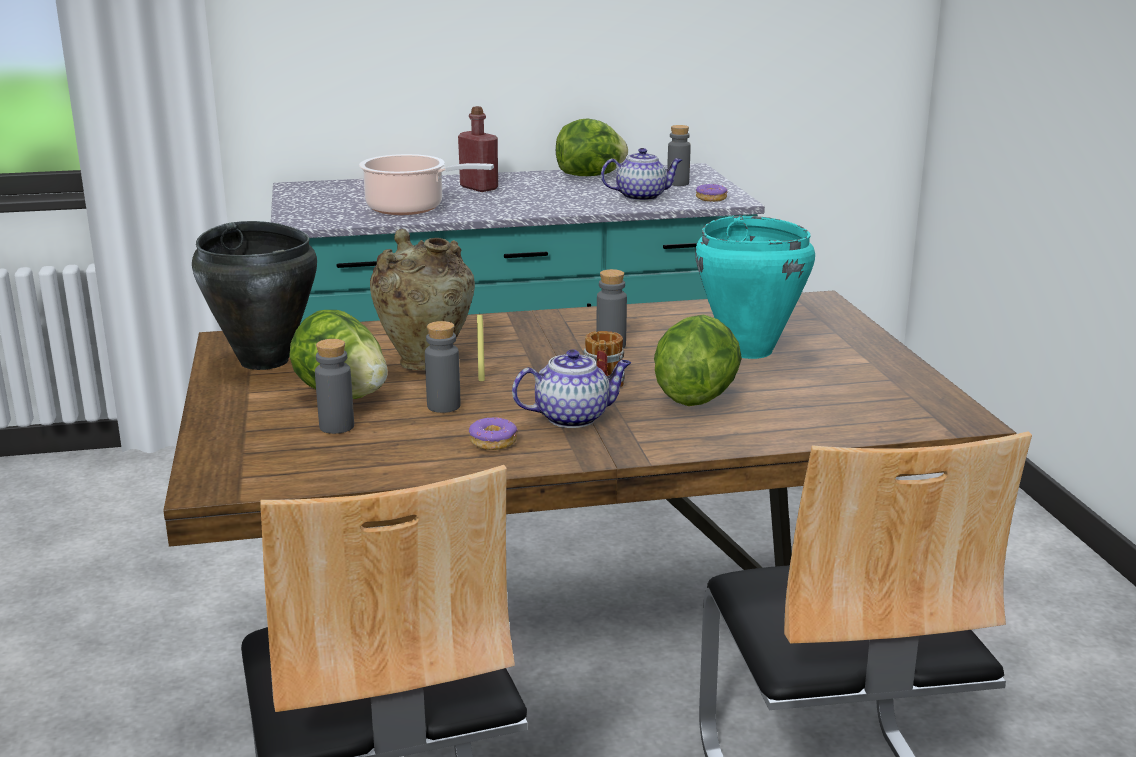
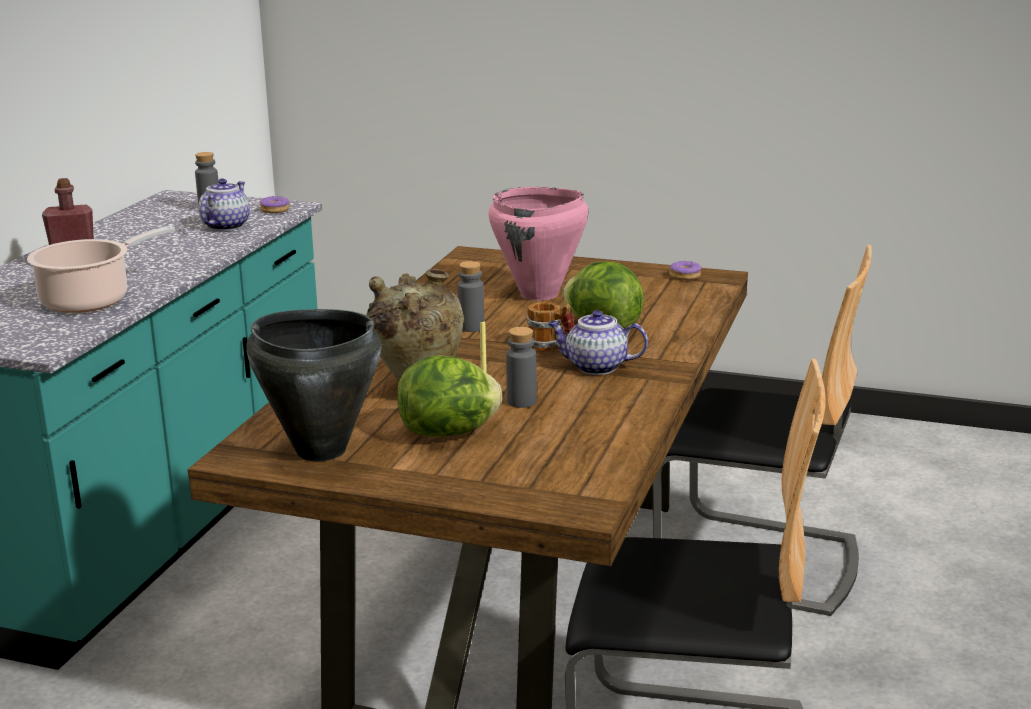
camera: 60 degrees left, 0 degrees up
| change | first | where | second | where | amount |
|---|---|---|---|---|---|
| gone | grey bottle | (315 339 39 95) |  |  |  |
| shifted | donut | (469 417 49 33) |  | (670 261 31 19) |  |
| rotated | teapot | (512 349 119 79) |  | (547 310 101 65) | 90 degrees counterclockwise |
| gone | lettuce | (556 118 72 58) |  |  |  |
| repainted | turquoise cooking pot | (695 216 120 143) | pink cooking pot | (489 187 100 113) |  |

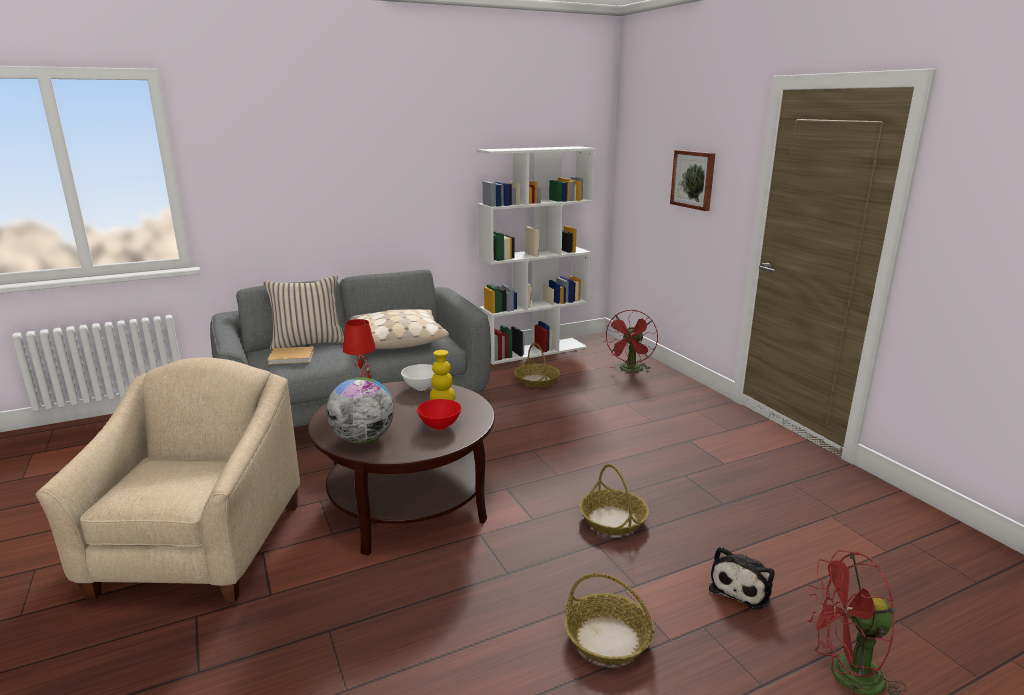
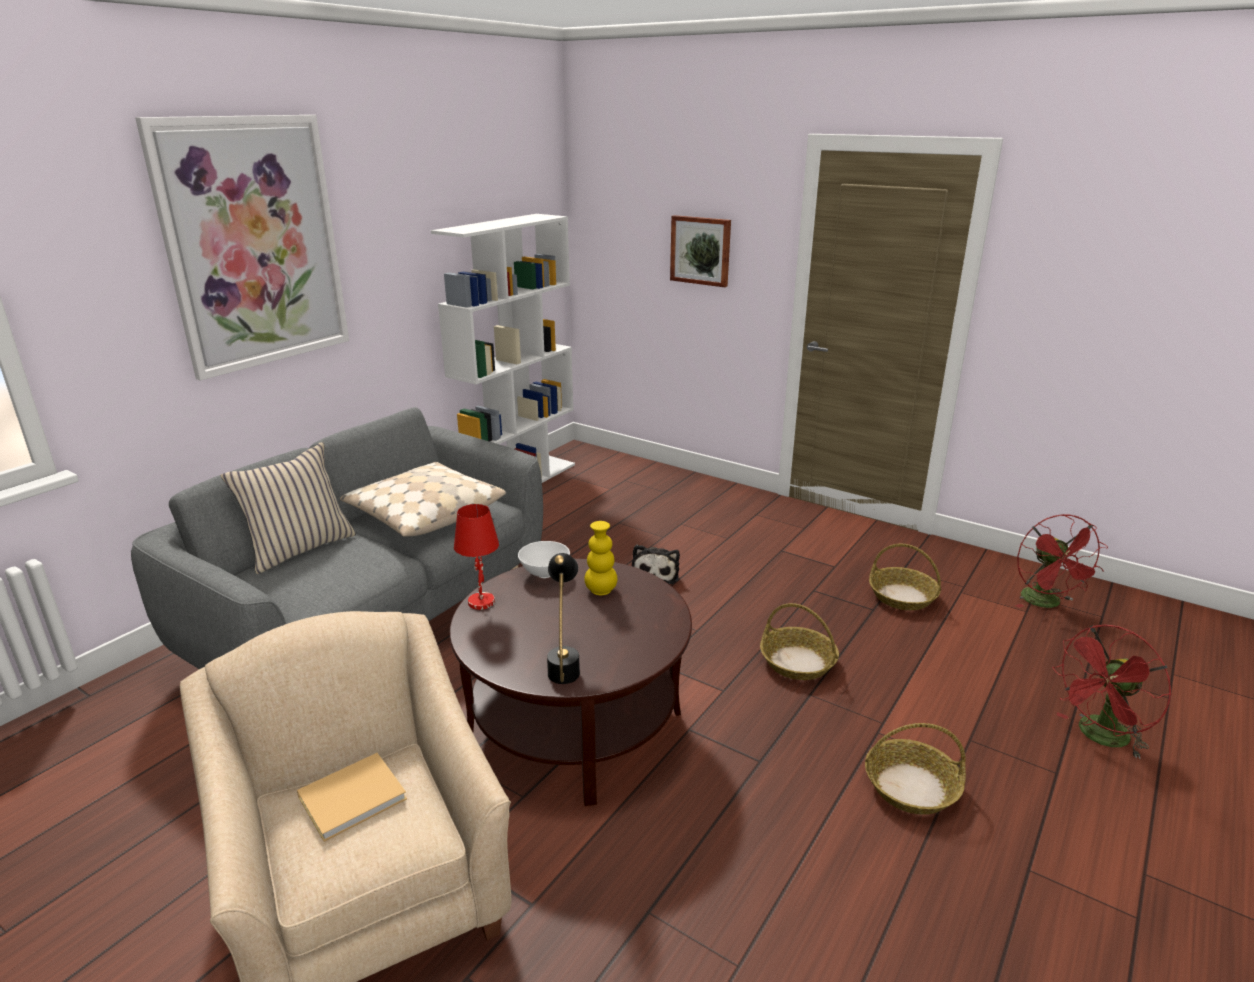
camera: 30 degrees left, 5 degrees up
| change | first | where | second | where | amount |
|---|---|---|---|---|---|
| shifted | beige book | (267 346 47 19) |  | (297 753 110 89) |  |
| swapped | globe | (326 377 68 66) | black table lamp | (547 553 33 131) |  |
| gone | red bowl | (417 399 44 31) |  |  |  |
| shifted | basket | (514 343 46 45) |  | (869 544 72 66) |  |
| shifted | red fan | (604 310 54 63) |  | (1015 514 93 94) |  |
| shifted | plush toy | (709 546 65 64) |  | (632 545 48 40) |  |
| new |  |  | picture | (135 115 214 266) |  |

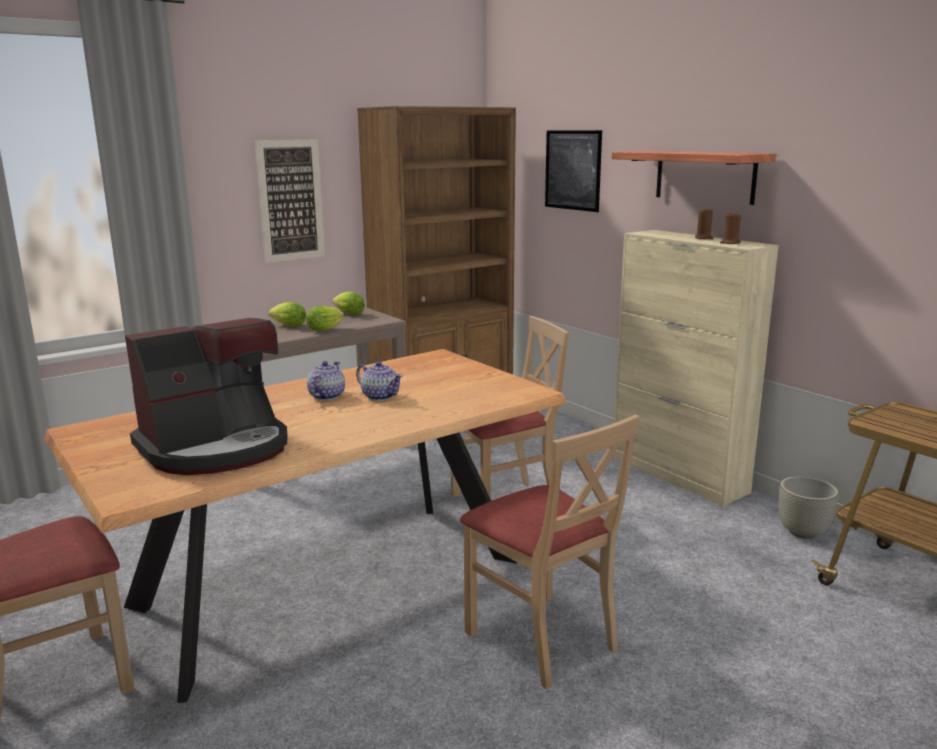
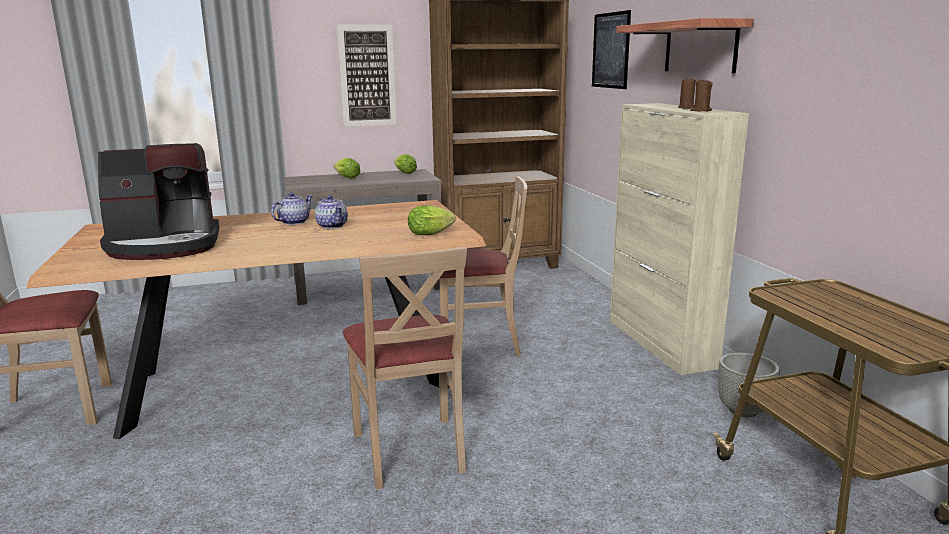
camera: 20 degrees right, 0 degrees up
| change | first | where | second | where | amount |
|---|---|---|---|---|---|
| shifted | lettuce | (306 306 38 25) |  | (408 205 48 30) |  |

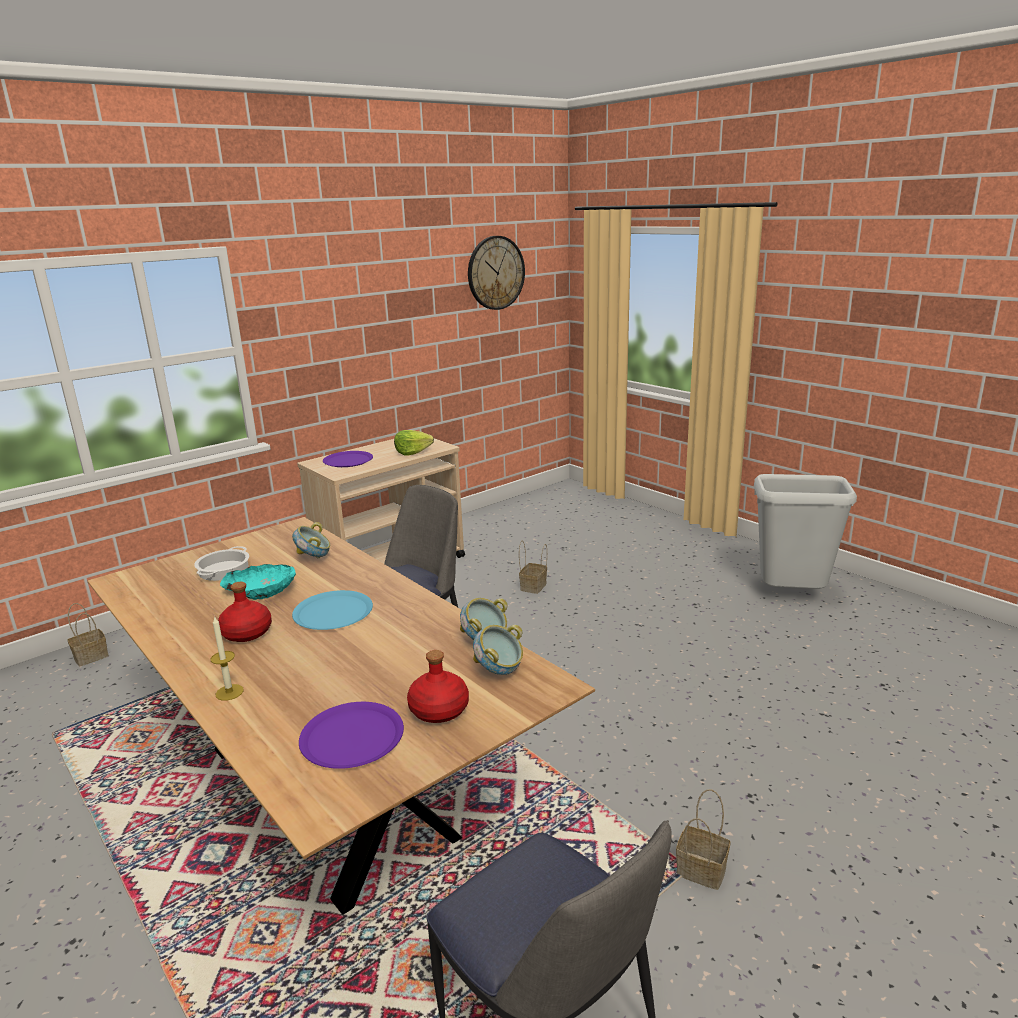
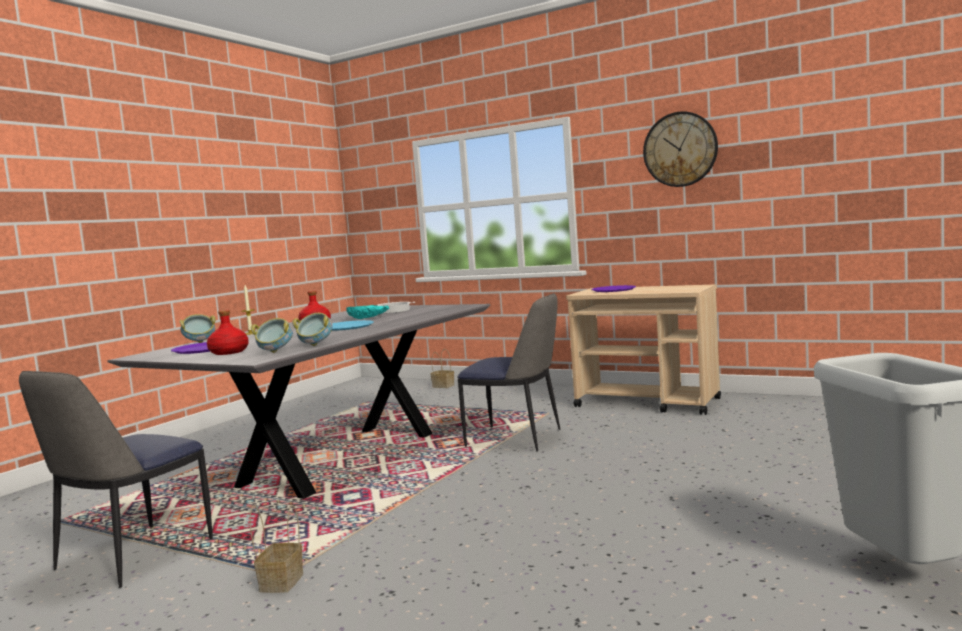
camera: 70 degrees right, 15 degrees down
| change | first | where | second | where | amount |
|---|---|---|---|---|---|
| repainted | brown dining table | (88 517 507 397) | grey dining table | (107 304 383 195) |  |
| shifted | bowl | (292 522 38 36) |  | (180 314 35 29) |  |
| gone | lettuce | (394 430 40 25) |  |  |  |
| shifted | wall clock | (468 236 57 74) |  | (643 111 75 76) |  |
| gone | basket | (519 540 28 54) |  |  |  |

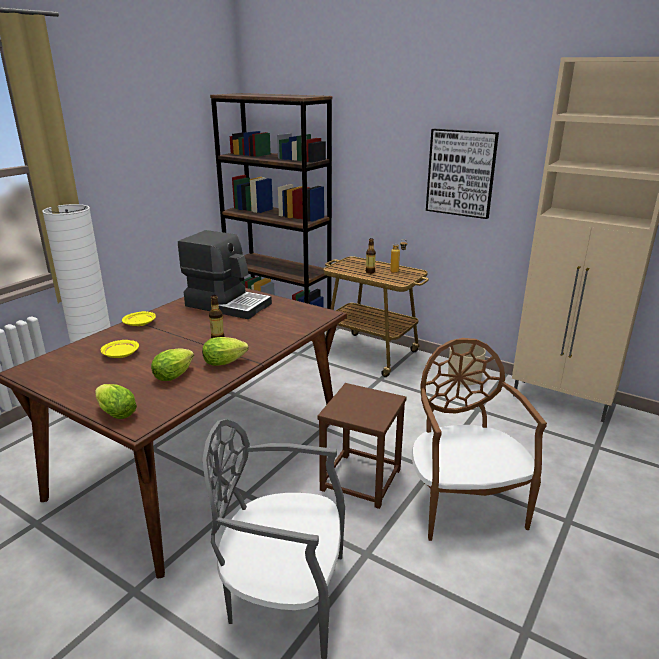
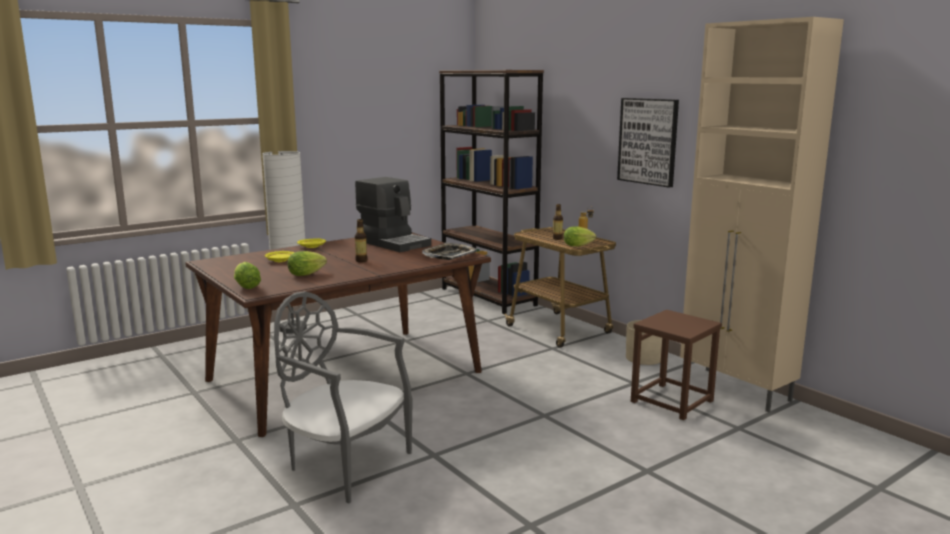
camera: 20 degrees right, 10 degrees down
| change | first | where | second | where | amount |
|---|---|---|---|---|---|
| shifted | lettuce | (202 337 47 29) |  | (564 227 32 19) |  |
| shifted | brown stool | (317 383 89 126) |  | (631 310 91 110) |  |
| gone | brown chair | (412 338 135 203) |  |  |  |
| new |  |  | tray | (422 243 55 17) |  |

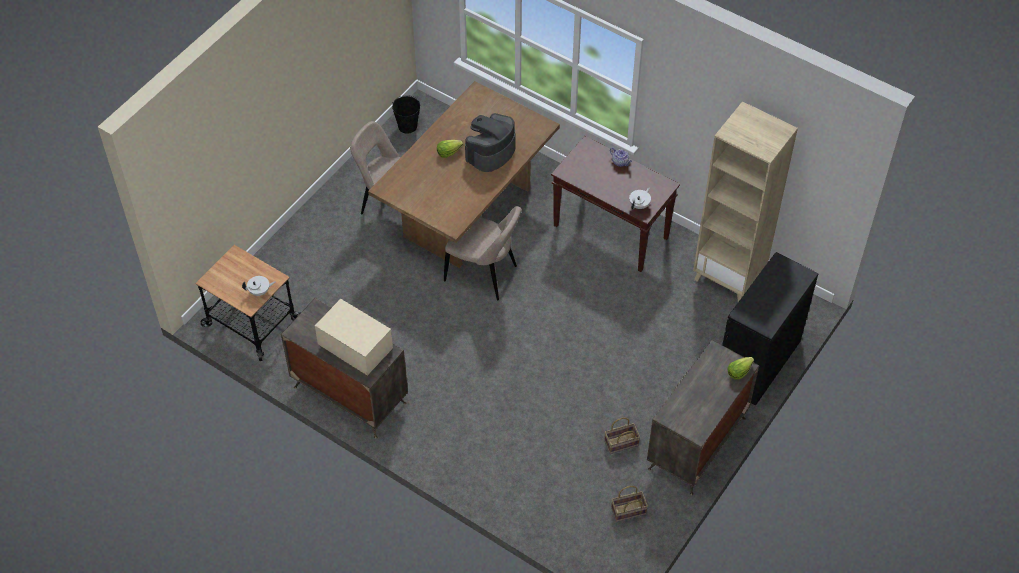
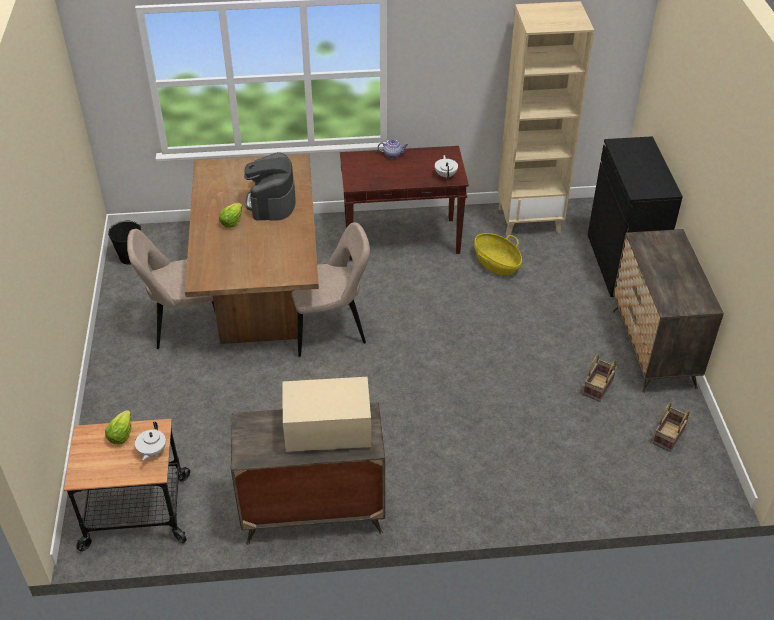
camera: 40 degrees left, 10 degrees down
| change | first | where | second | where | amount |
|---|---|---|---|---|---|
| rotated | white teapot | (242 276 33 20) |  | (135 422 31 38) | 150 degrees clockwise |
| shifted | lettuce | (727 357 27 23) |  | (105 410 26 34) |  |
| new |  |  | basket | (474 233 48 42) |  |

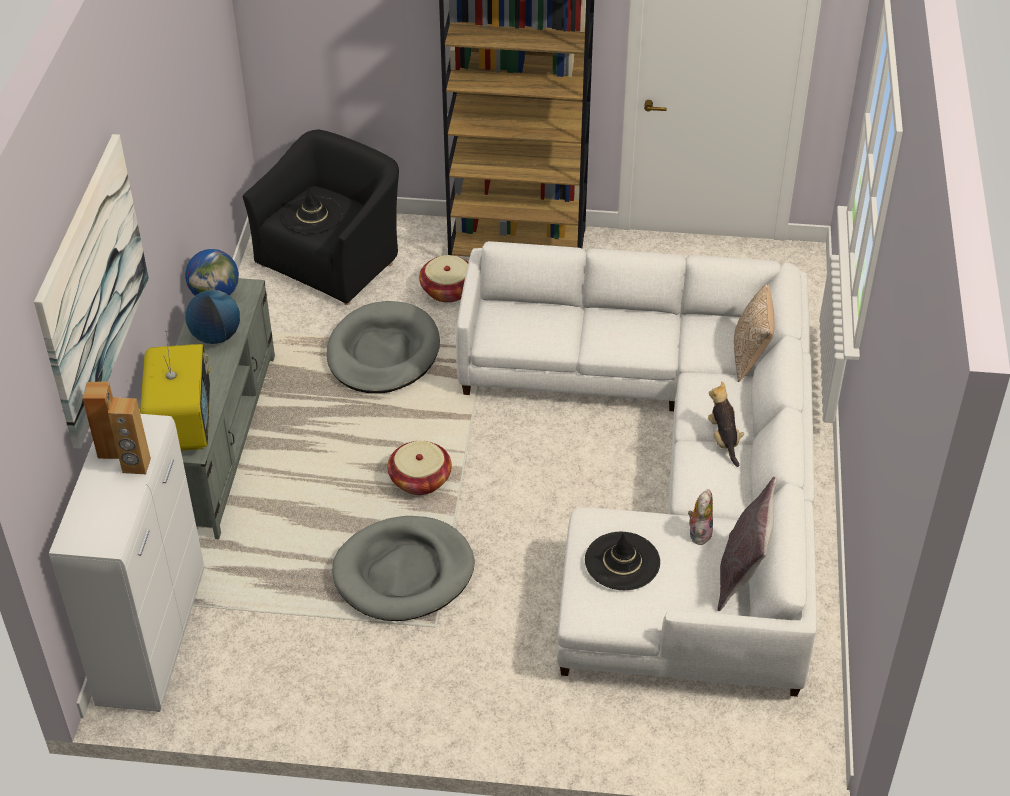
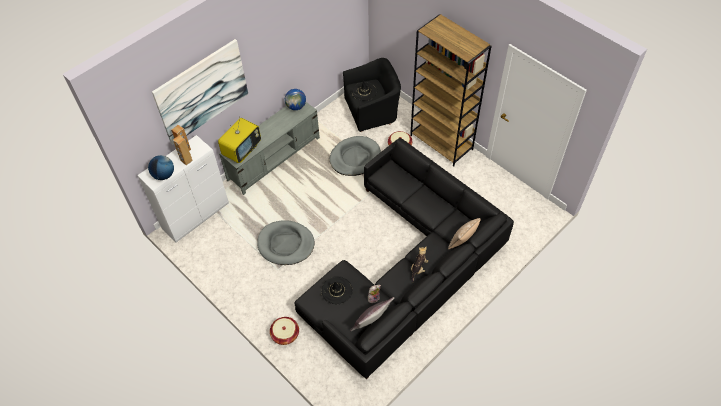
camera: 40 degrees right, 10 degrees up
| change | first | where | second | where | amount |
|---|---|---|---|---|---|
| shifted | globe | (185 290 55 54) |  | (148 155 26 25) |  |
| shifted | basket | (387 441 65 54) |  | (270 317 29 28) |  |
| repainted | white sofa | (456 241 361 456) | black sofa | (294 138 220 241) |  |

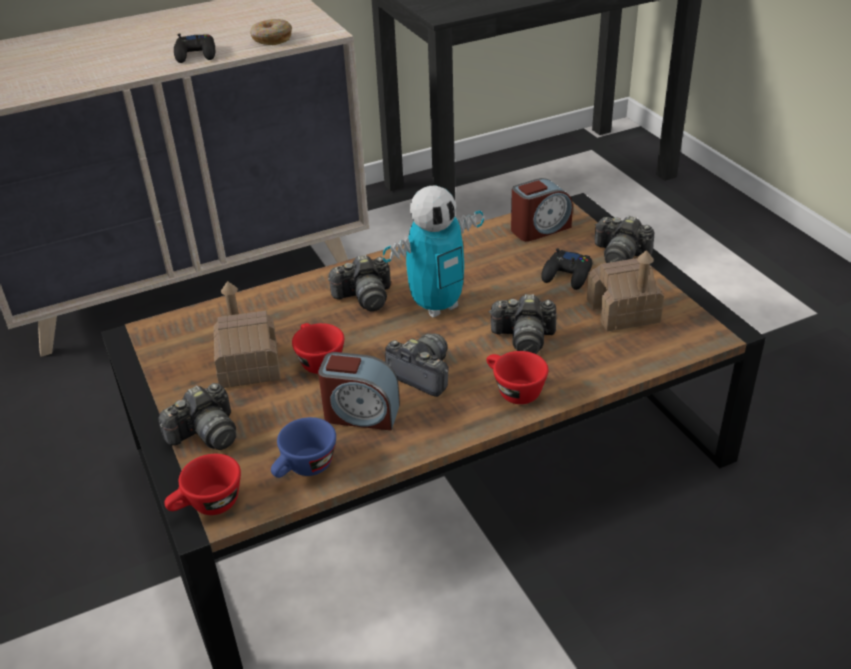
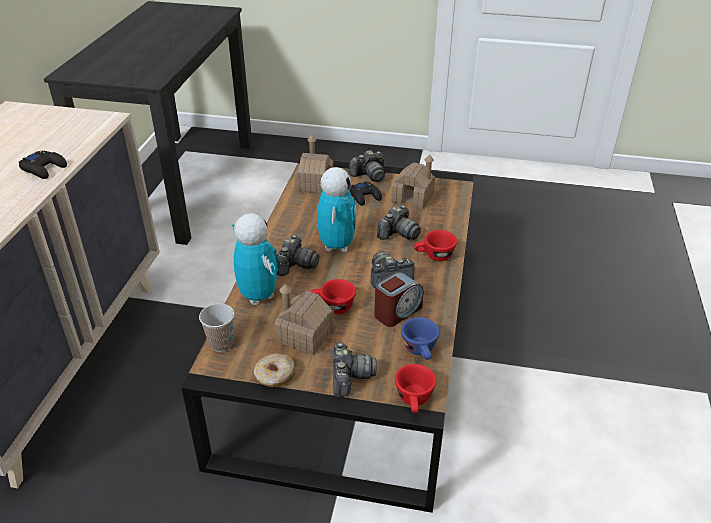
camera: 55 degrees left, 0 degrees up
| change | first | where | second | where | amount |
|---|---|---|---|---|---|
| shifted | donut | (250 19 42 26) |  | (254 353 41 34) |  |
| swapped | alarm clock | (511 178 62 64) | toy house | (295 135 38 58) |  |
| new |  |  | cup | (199 303 35 49) |  |
| new |  |  | toy robot | (232 213 47 92) |  |

